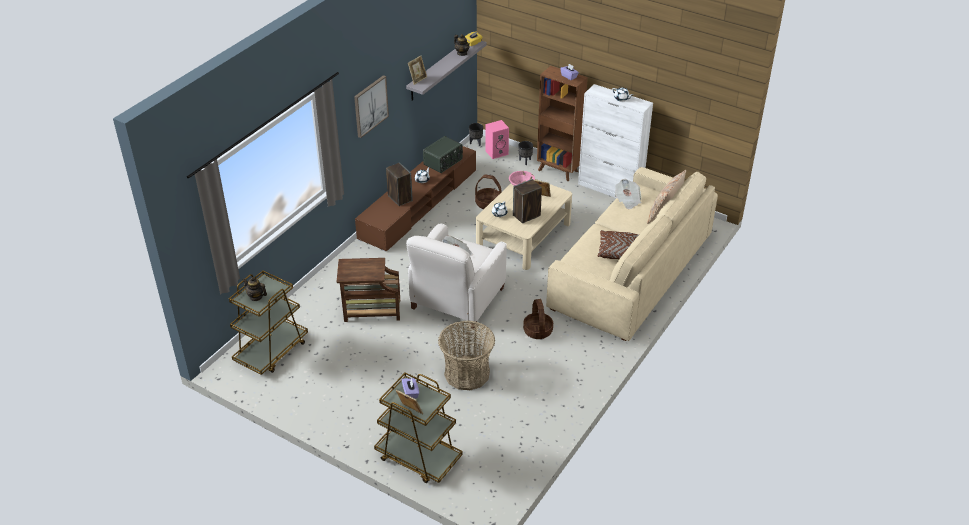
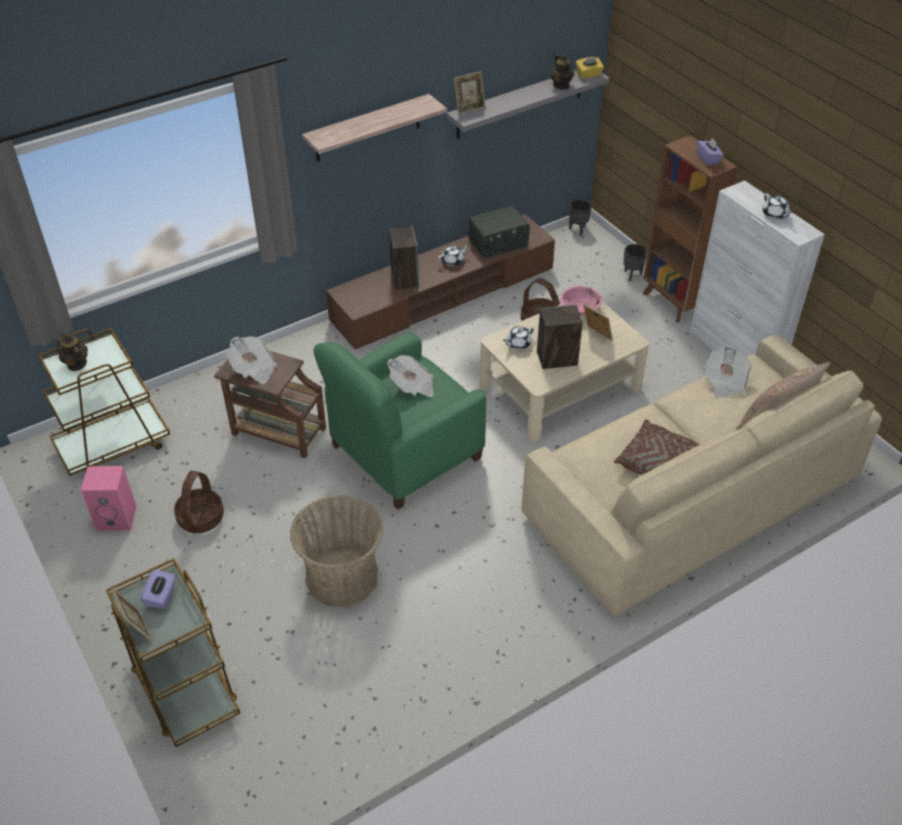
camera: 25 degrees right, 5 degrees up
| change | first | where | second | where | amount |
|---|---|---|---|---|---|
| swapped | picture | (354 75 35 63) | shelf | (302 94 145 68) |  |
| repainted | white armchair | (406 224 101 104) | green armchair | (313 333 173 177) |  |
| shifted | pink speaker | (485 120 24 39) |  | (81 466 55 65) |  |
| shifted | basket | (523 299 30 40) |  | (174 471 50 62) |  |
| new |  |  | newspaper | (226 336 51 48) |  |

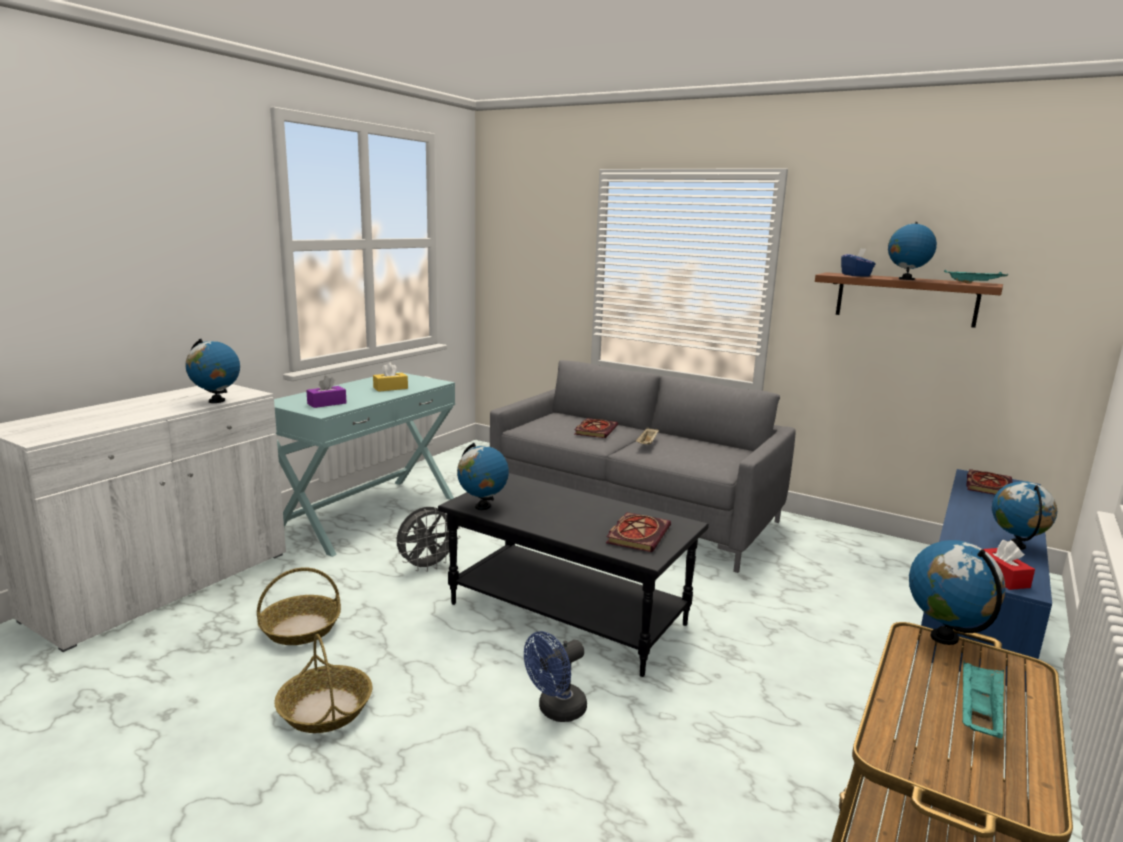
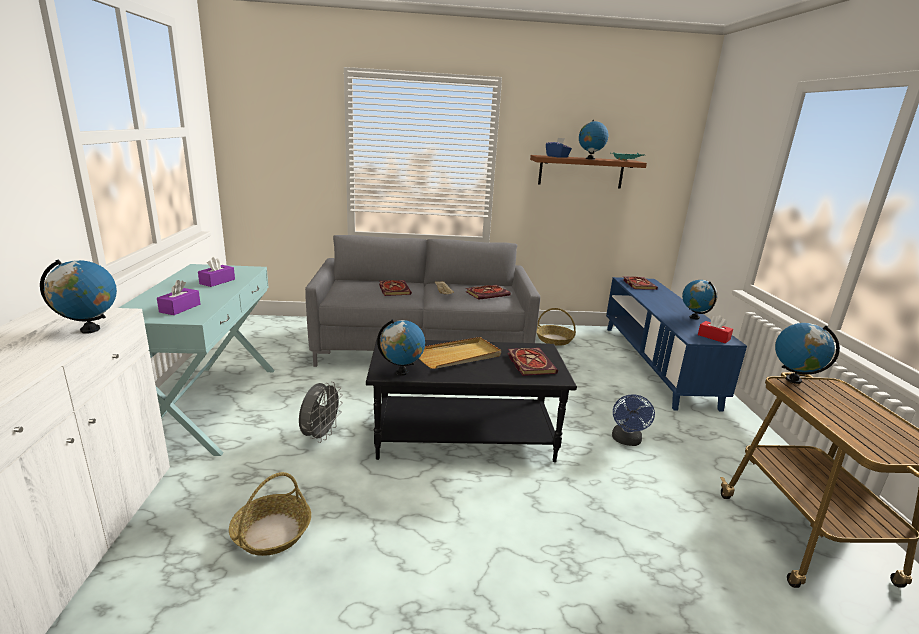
camera: 35 degrees left, 5 degrees up
| change | first | where | second | where | amount |
|---|---|---|---|---|---|
| shifted | basket | (274 634 98 99) |  | (537 308 39 37) |  |
| repainted | yellow tissue box | (373 362 35 30) | purple tissue box | (198 256 37 31) |  |
| shifted | blue fan | (524 631 63 91) |  | (612 394 43 52) |  |
| gone | turquoise tray | (963 661 41 78) |  |  |  |
| new |  |  | beige tray | (419 337 82 32) |  |
| new |  |  | book | (466 285 45 15) |  |

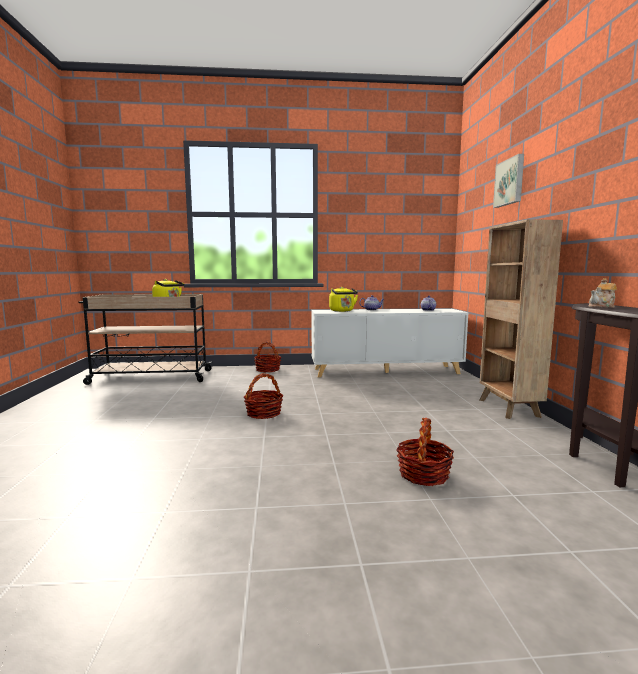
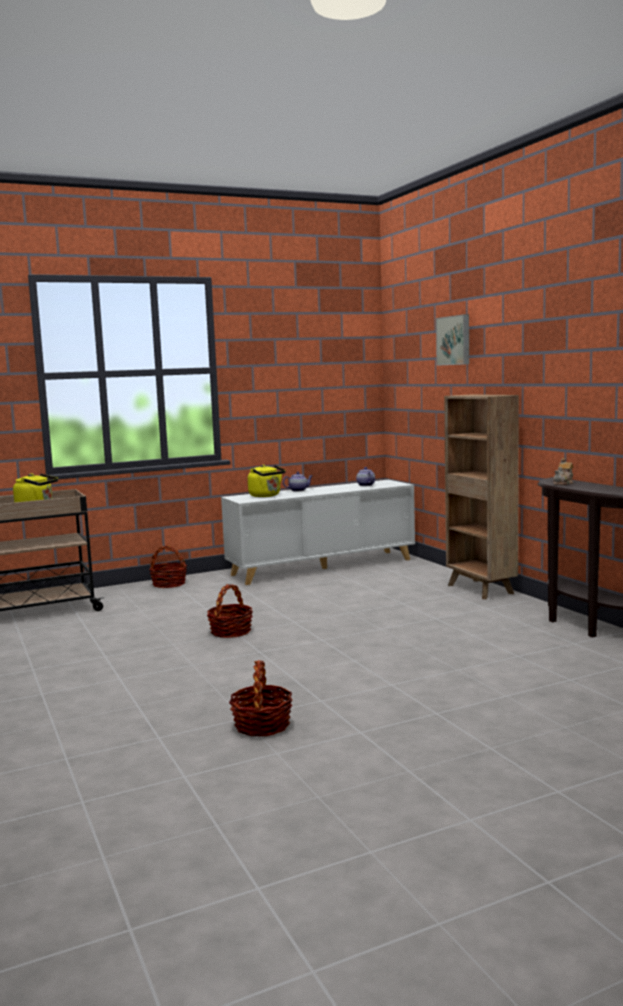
camera: 20 degrees left, 0 degrees up
| change | first | where | second | where | amount |
|---|---|---|---|---|---|
| shifted | basket | (396 418 58 68) |  | (229 660 64 76) |  |

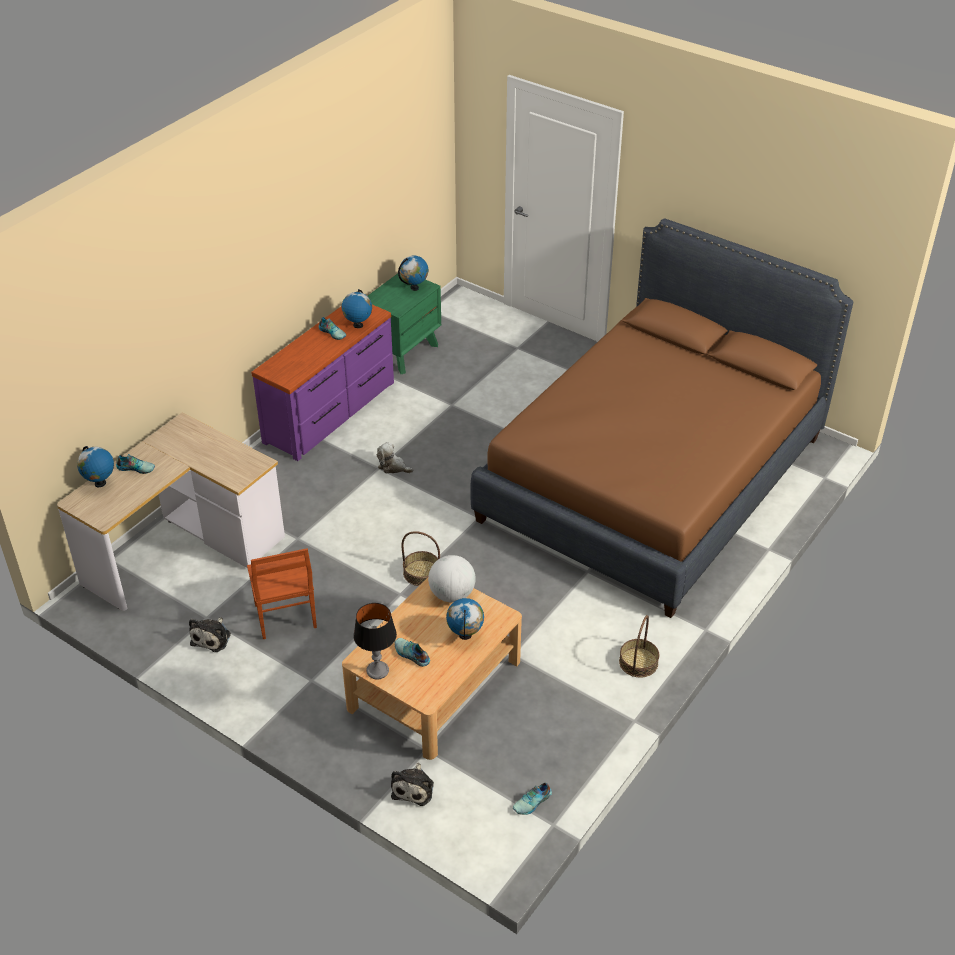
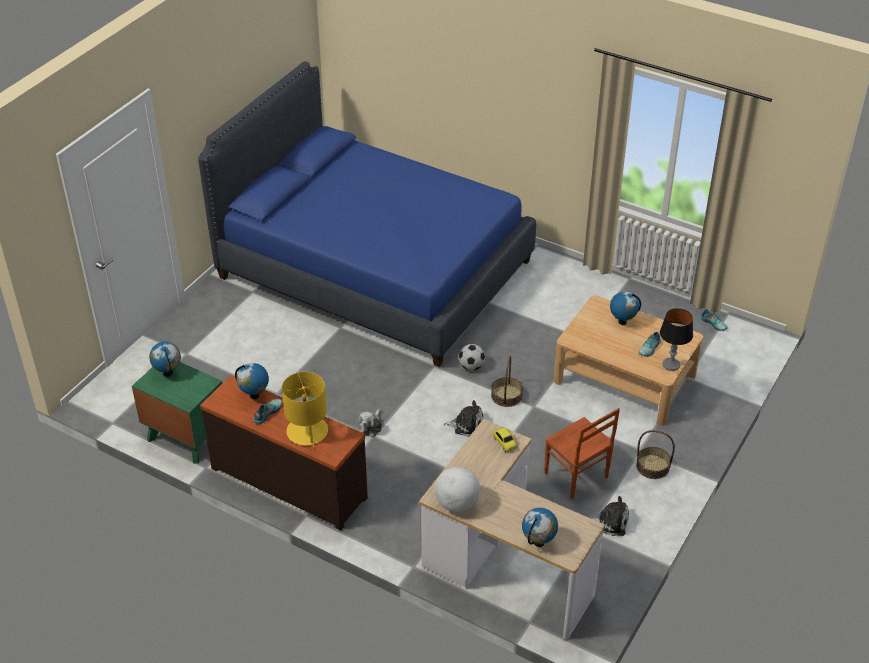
camera: 95 degrees left, 0 degrees up
| change | first | where | second | where | amount |
|---|---|---|---|---|---|
| gone | shoe | (116 454 39 20) |  |  |  |
| rotated | brown chair | (247 548 70 91) |  | (544 408 76 91) | 75 degrees clockwise |
| repainted | purple dresser | (251 305 143 156) | brown dresser | (200 375 168 156) |  |
| shifted | plush toy | (391 763 43 43) |  | (444 400 40 37) |  |
| shifted | globe | (428 555 48 47) |  | (435 467 45 45) |  |
| repainted | brown bed | (470 219 383 399) | blue bed | (198 61 338 306) |  |
| shifted | basket | (619 615 40 62) |  | (636 430 39 49) |  |
| new |  |  | yellow table lamp | (282 372 46 76) |  |
| new |  |  | football | (459 344 26 27) |  |
| new |  |  | toy car | (493 427 25 26) |  |

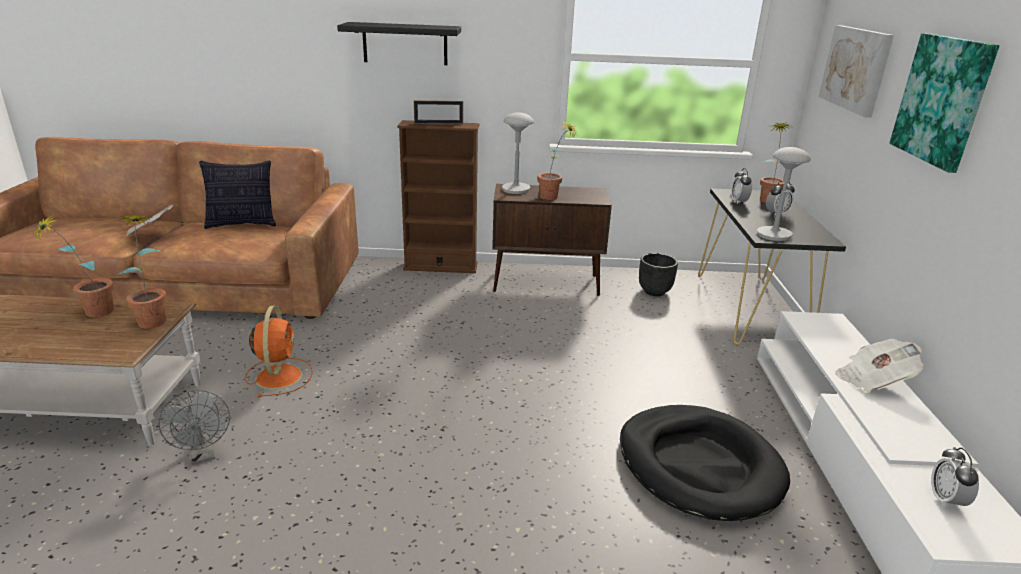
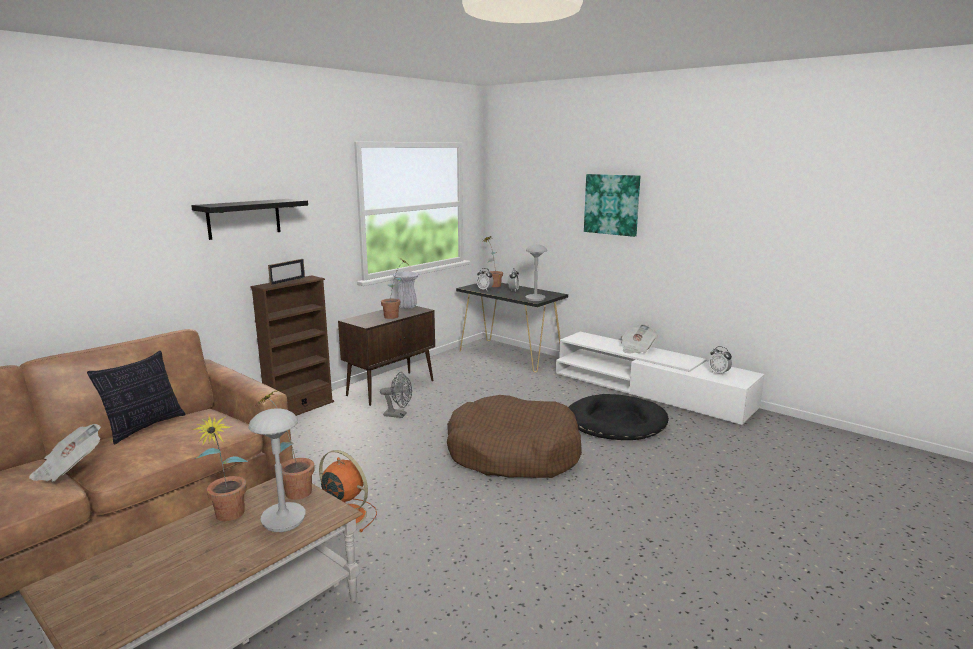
camera: 50 degrees left, 10 degrees down
| change | first | where | second | where | amount |
|---|---|---|---|---|---|
| shifted | grey fan | (158 390 72 75) |  | (380 372 32 46) |  |
| shifted | grey table lamp | (502 112 32 82) |  | (248 408 58 124) |  |
| gone | black planter | (639 253 39 43) |  |  |  |
| gone | picture | (819 25 75 93) |  |  |  |
| new |  |  | white vase | (393 271 26 38) |  |
| new |  |  | brown dog bed | (447 395 135 83) |  |

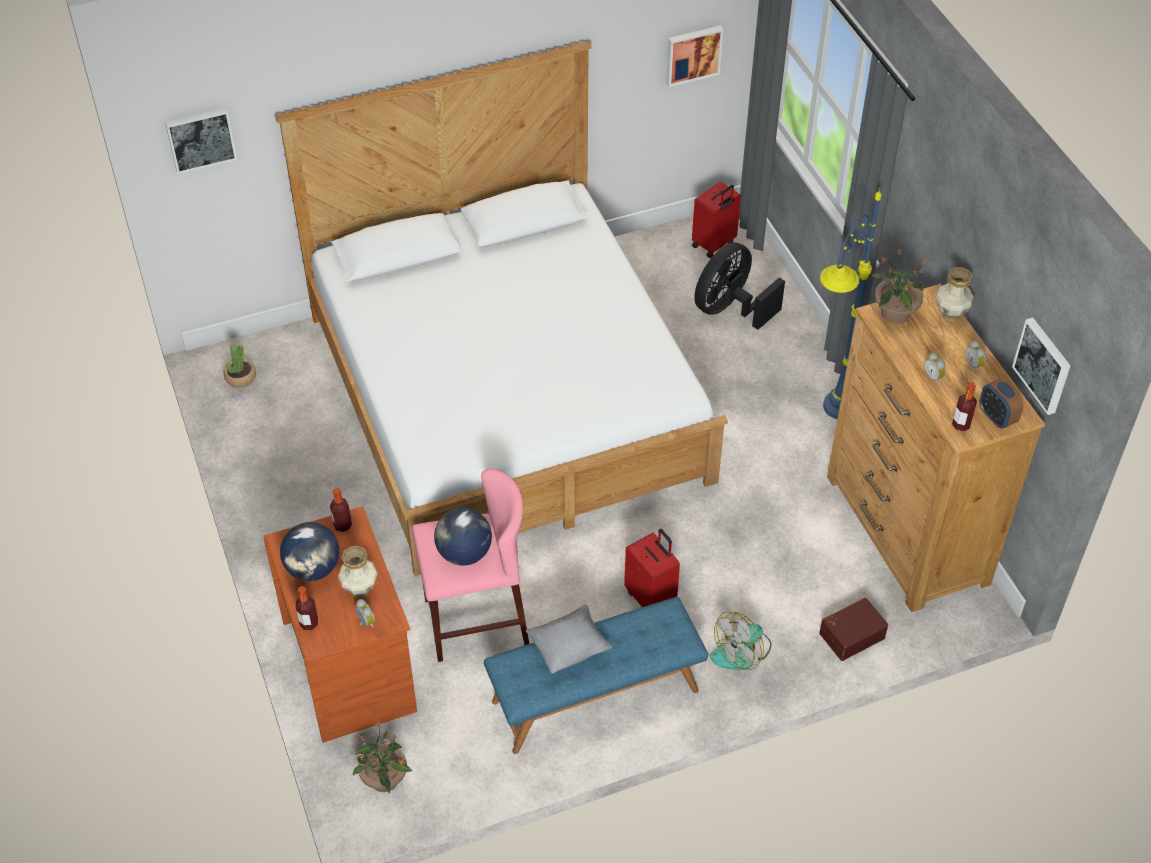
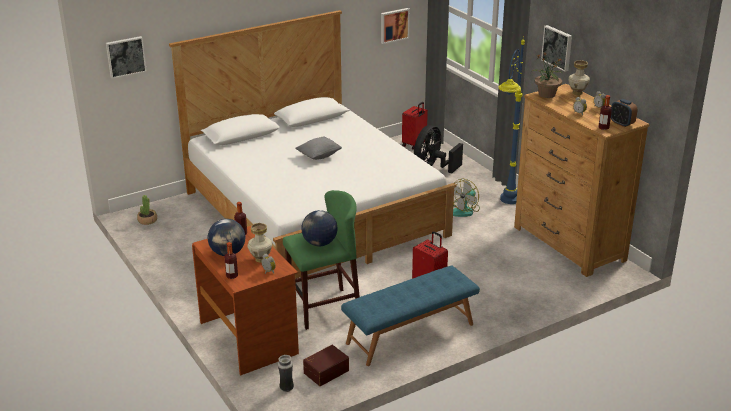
camera: 10 degrees left, 20 degrees down
| change | first | where | second | where | amount |
|---|---|---|---|---|---|
| swapped | potted plant | (353 721 60 72) | vase | (278 355 16 37) |  |
| repainted | pink stool | (412 469 117 193) | green stool | (283 190 77 140) |  |
| shifted | grey pillow | (526 604 86 70) |  | (296 137 46 23) |  |
| shifted | fan | (710 612 62 58) |  | (453 179 27 38) |  |
| shifted | brown storage box | (819 597 69 64) |  | (303 345 46 41) |  |
| shifted | picture | (1012 318 59 97) |  | (541 25 31 47) |  |

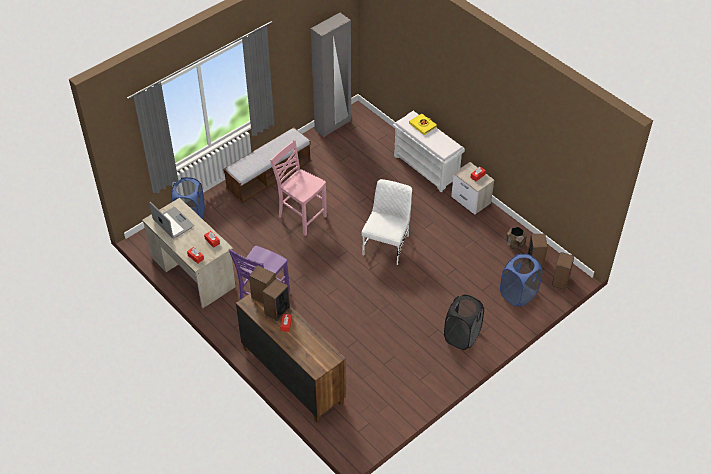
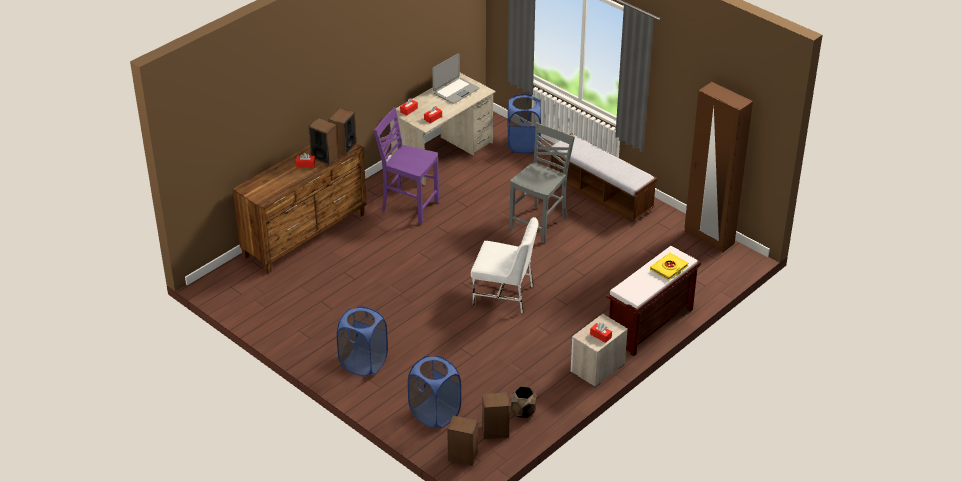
camera: 85 degrees right, 10 degrees down
| change | first | where | second | where | amount |
|---|---|---|---|---|---|
| repainted | pink chair | (270 140 57 96) | grey chair | (509 122 66 121) |  |
| repainted | grey wardrobe | (311 13 40 124) | brown wardrobe | (684 82 69 171) |  |
| repainted | white bench | (393 111 72 81) | brown bench | (606 246 95 110) |  |
| repainted | black laundry basket | (444 295 40 55) | blue laundry basket | (337 306 51 71) |  |

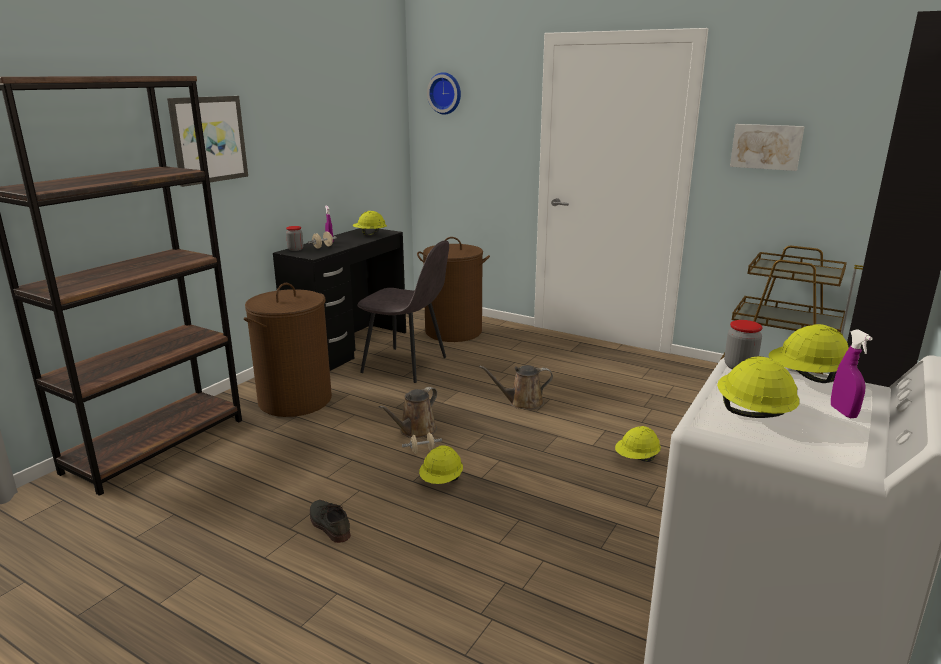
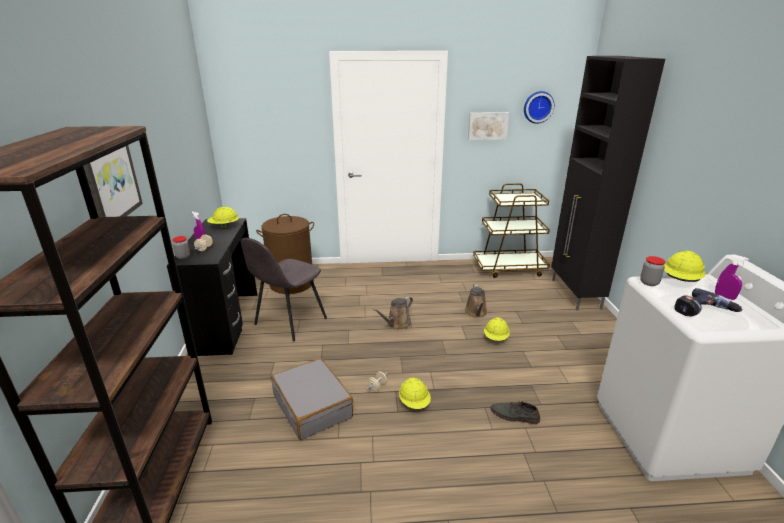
camera: 35 degrees left, 5 degrees up
| change | first | where | second | where | amount |
|---|---|---|---|---|---|
| gone | brown laundry basket | (244 283 88 134) |  |  |  |
| shifted | grey shoe | (310 500 41 43) |  | (490 400 50 24) |  |
| rotated | grey chair | (357 240 92 143) |  | (241 238 86 104) | 135 degrees clockwise |
| shifted | brown watering can | (379 387 58 51) |  | (465 284 22 34) |  |
| shifted | wall clock | (427 72 34 43) |  | (524 91 30 33) |  |
| swapped | yellow hard hat | (717 357 83 61) | power drill | (674 288 68 29) |  |
| new |  |  | grey suitcase | (271 358 82 82) |  |

